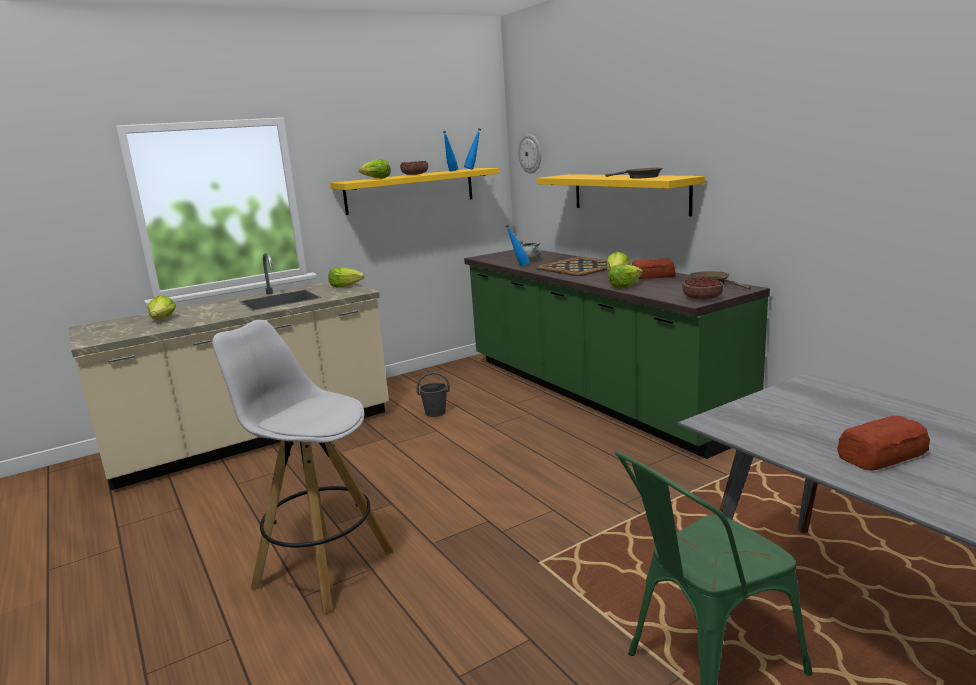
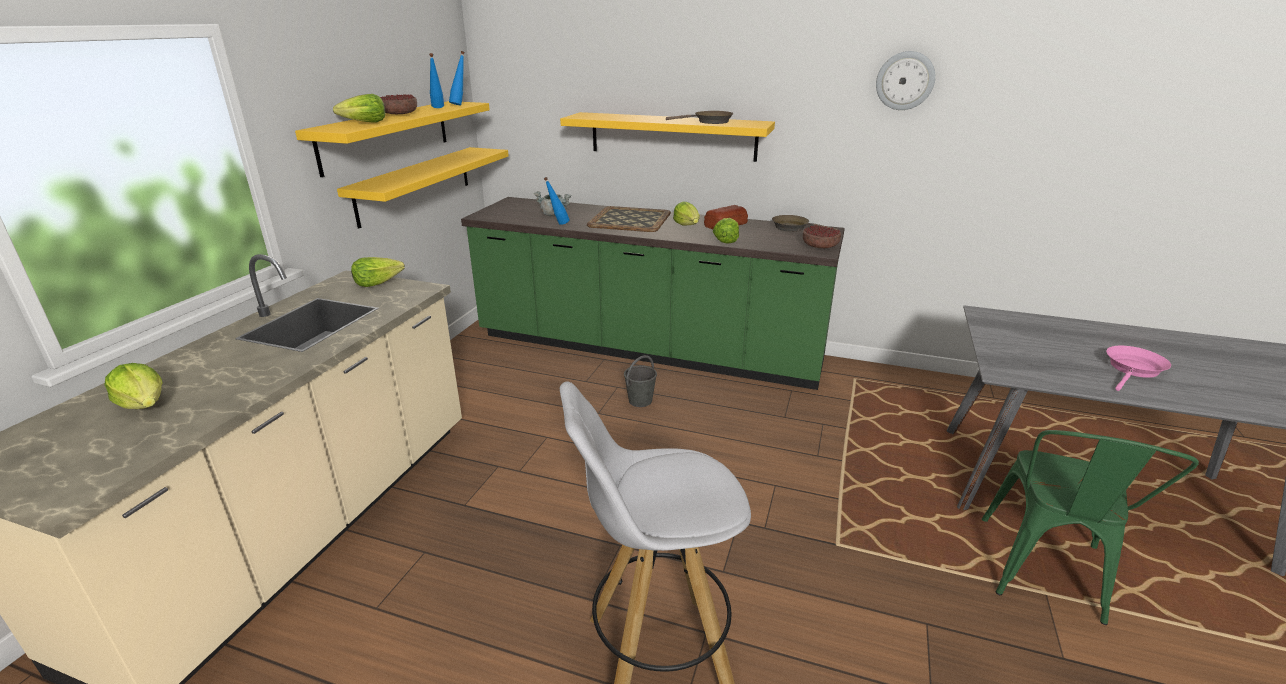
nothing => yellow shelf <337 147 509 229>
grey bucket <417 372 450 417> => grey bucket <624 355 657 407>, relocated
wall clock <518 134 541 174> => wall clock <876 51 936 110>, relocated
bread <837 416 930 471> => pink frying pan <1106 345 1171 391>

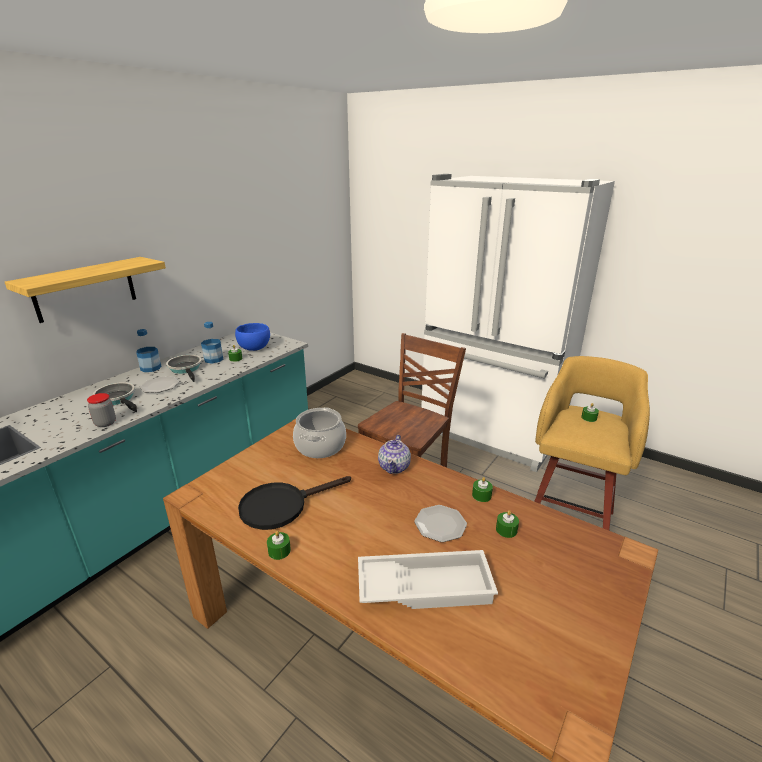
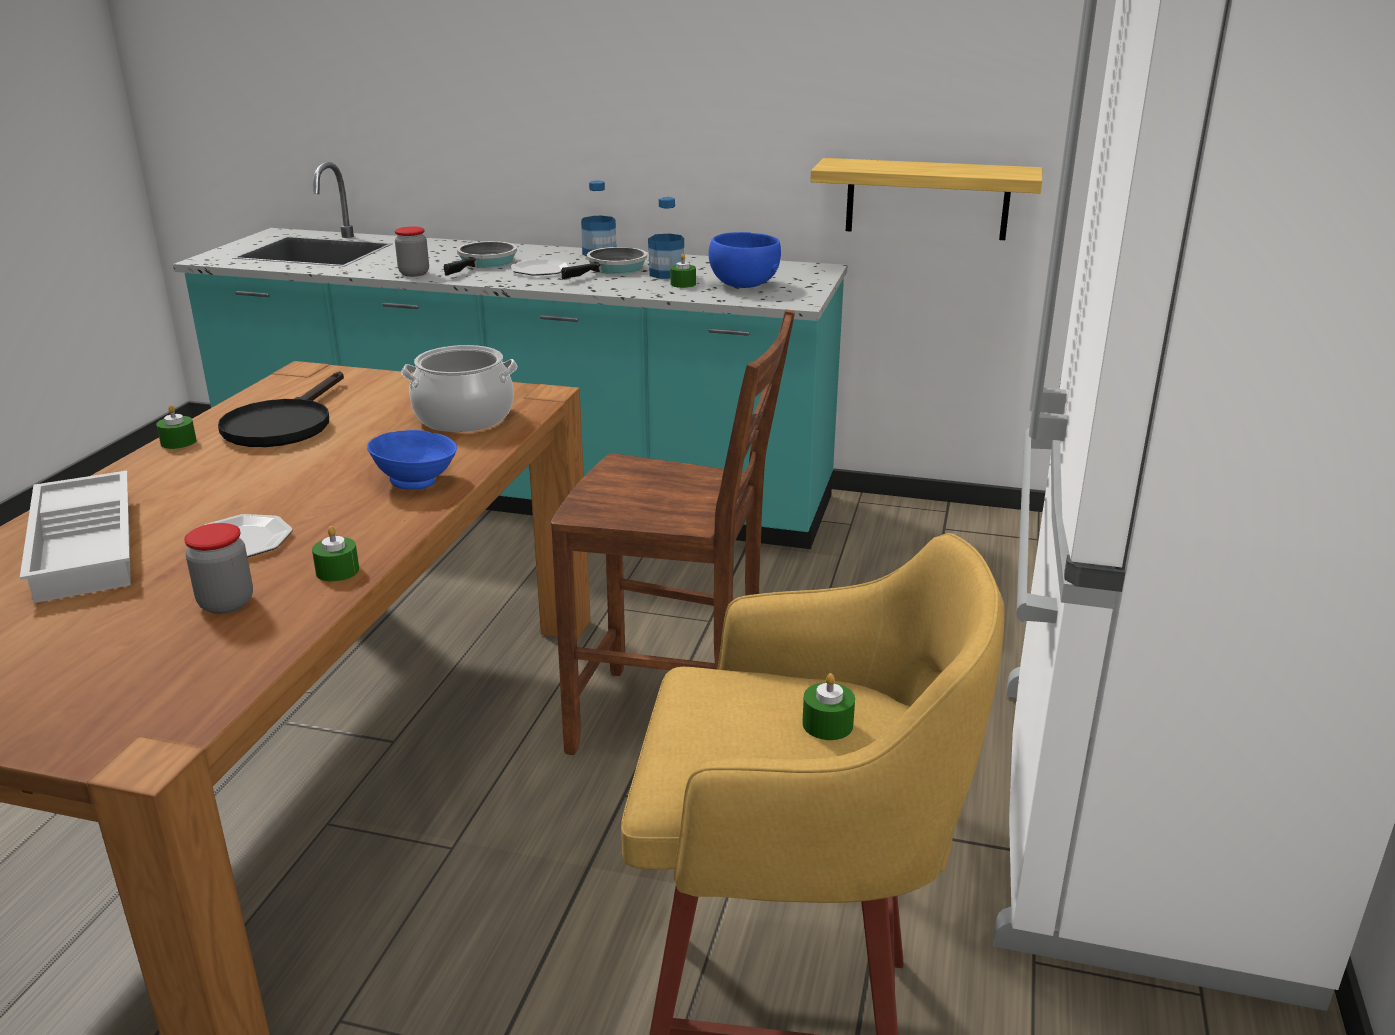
shelf <5 257 166 323> => shelf <810 158 1042 240>, relocated
teapot <378 435 411 474> => blue bowl <367 430 457 490>
green candle <496 510 519 538> => jar <184 523 253 614>
black frying pan <238 476 351 530> => black frying pan <218 371 344 447>, 120 degrees counterclockwise

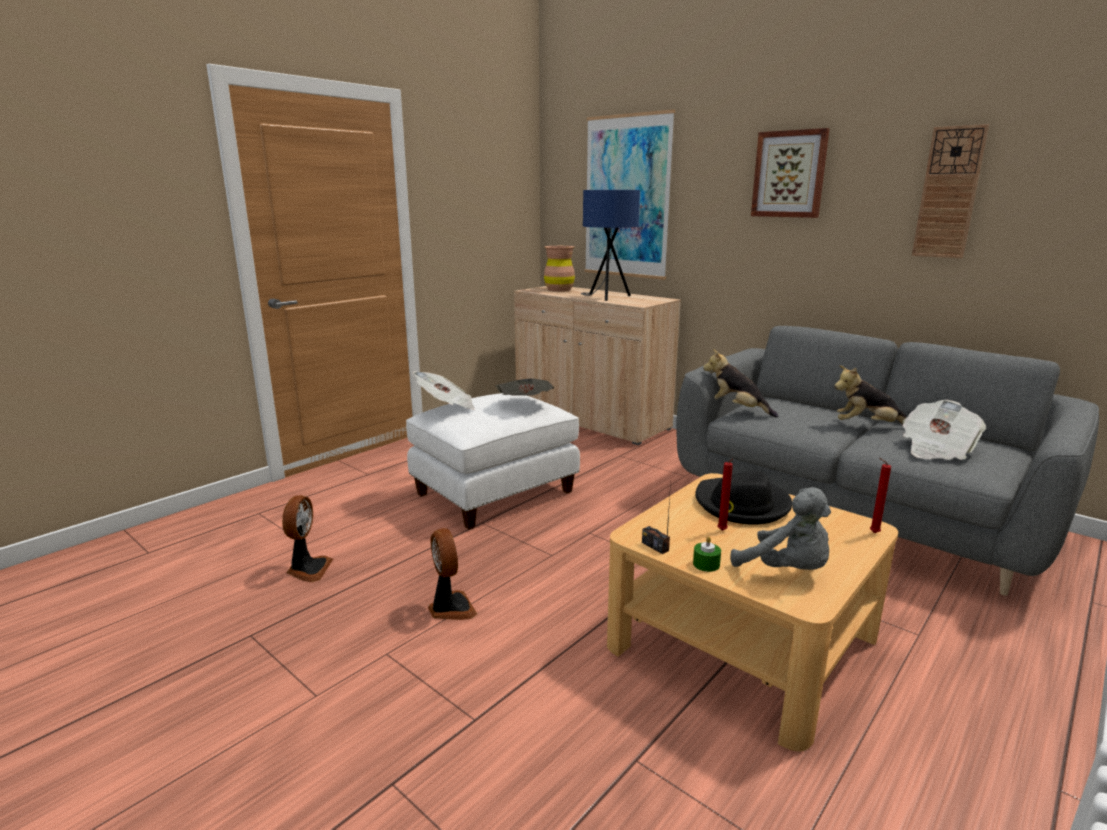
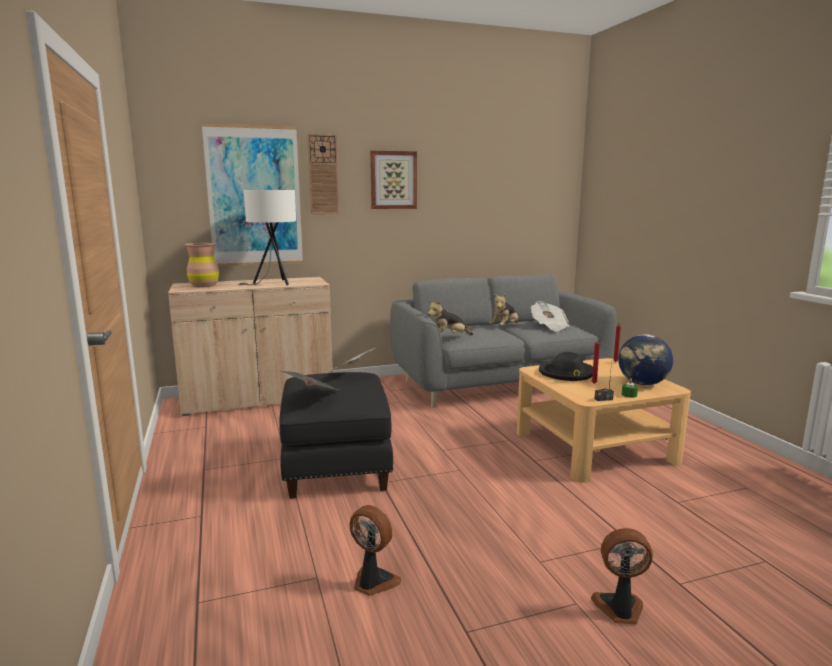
fan <428 528 477 620> => fan <591 528 653 624>, relocated
wall clock <912 124 989 258> => wall clock <307 133 339 214>, relocated
grey plush toy <730 487 831 570> => globe <618 334 673 385>
white ottoman <406 393 580 529> => black ottoman <279 372 393 499>
blue table lamp <581 190 640 301> => white table lamp <238 190 296 285>

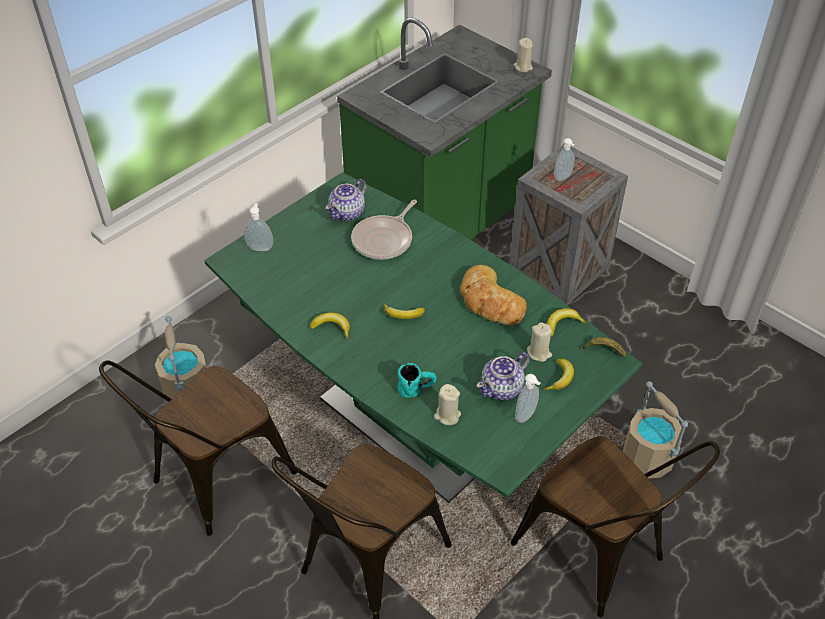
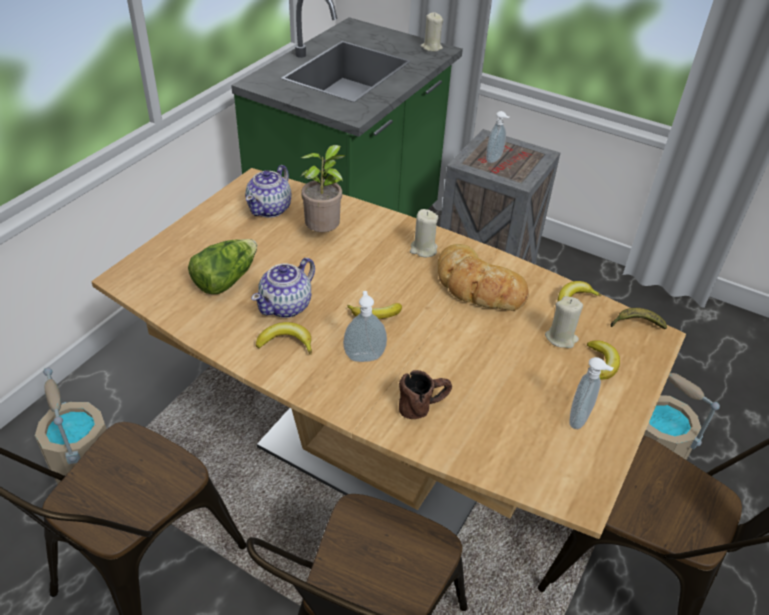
nothing => lettuce <188 239 257 294>
soap dispenser <244 203 273 251> => soap dispenser <343 291 387 362>, relocated
beige candle <434 384 461 425> => beige candle <410 209 439 257>, relocated
teapot <477 352 530 400> => teapot <251 258 315 318>, relocated
frying pan <351 200 417 260> => potted plant <301 145 346 232>
green dining table <204 172 642 503> => brown dining table <91 168 686 539>
turquoise mug <397 363 437 398> => brown mug <399 370 452 419>

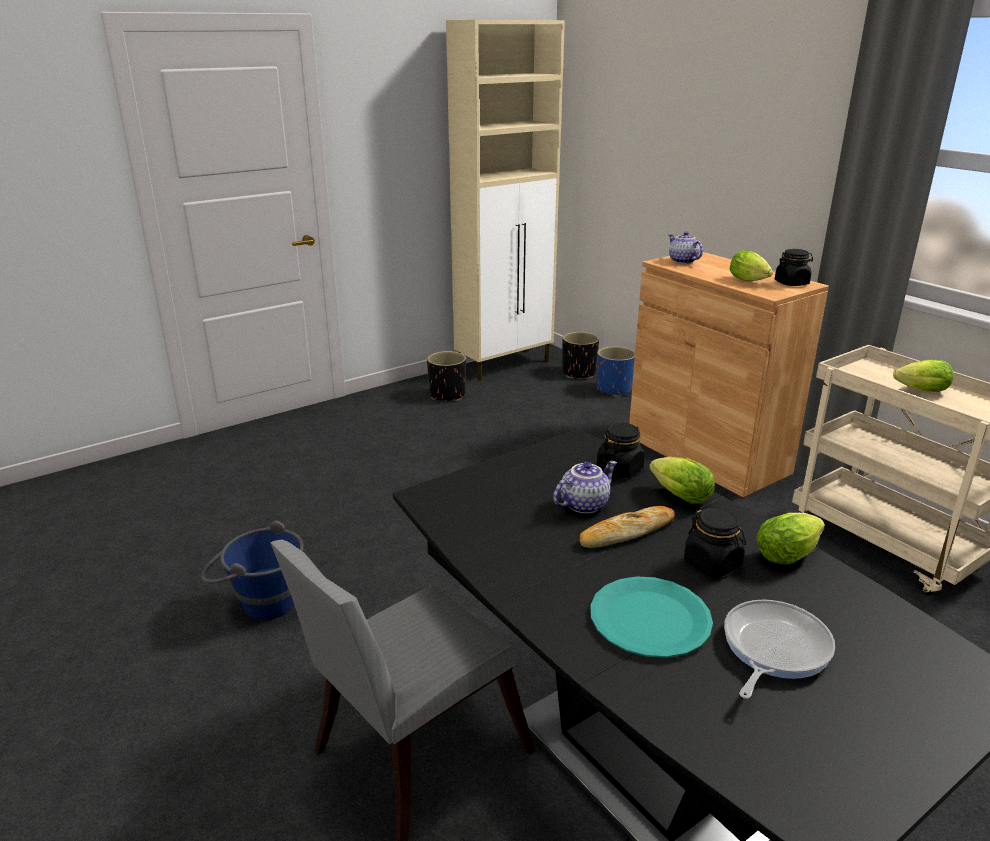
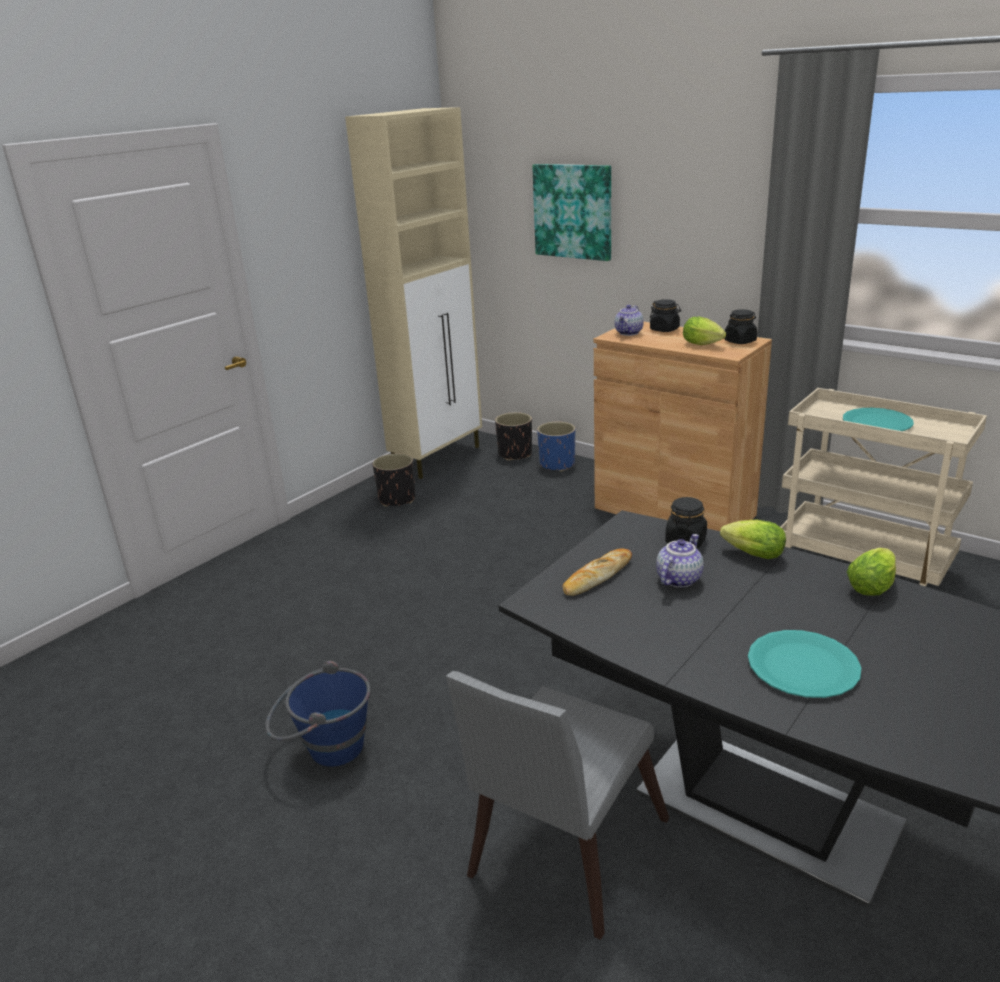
frying pan <724 599 835 699> => nothing
nothing => picture <532 164 611 261>
bread <580 506 675 548> => bread <562 548 632 596>, relocated
black jar <684 507 746 578> => black jar <650 299 681 332>, relocated
lettuce <893 360 954 392> => turquoise plate <843 408 914 431>
teapot <669 232 703 264> => teapot <614 305 644 336>, 105 degrees counterclockwise

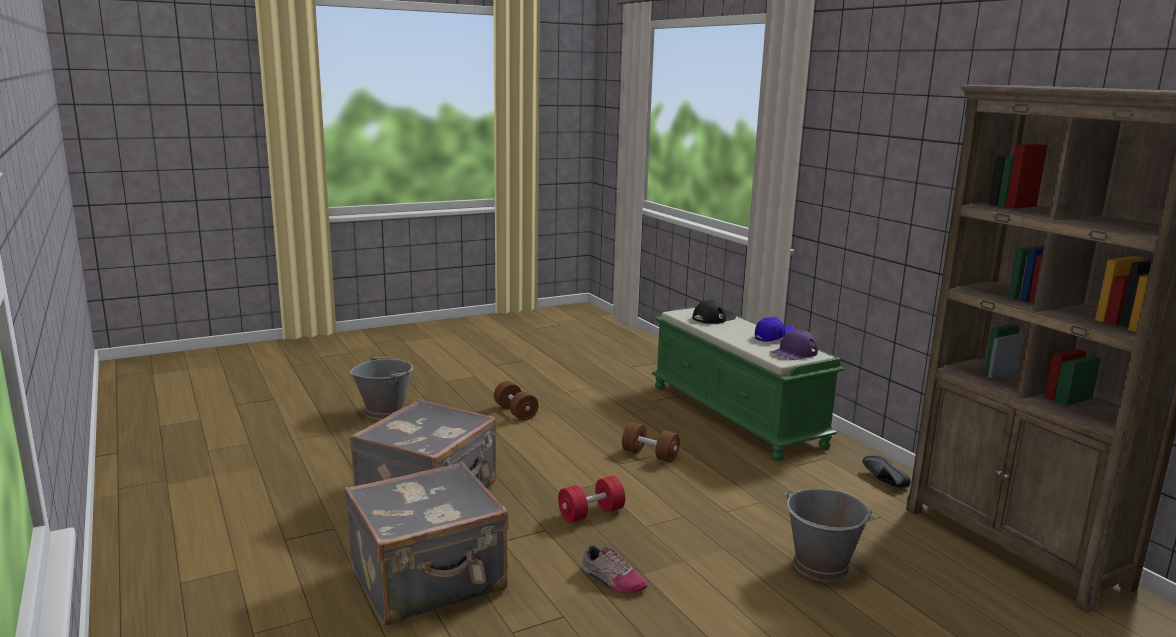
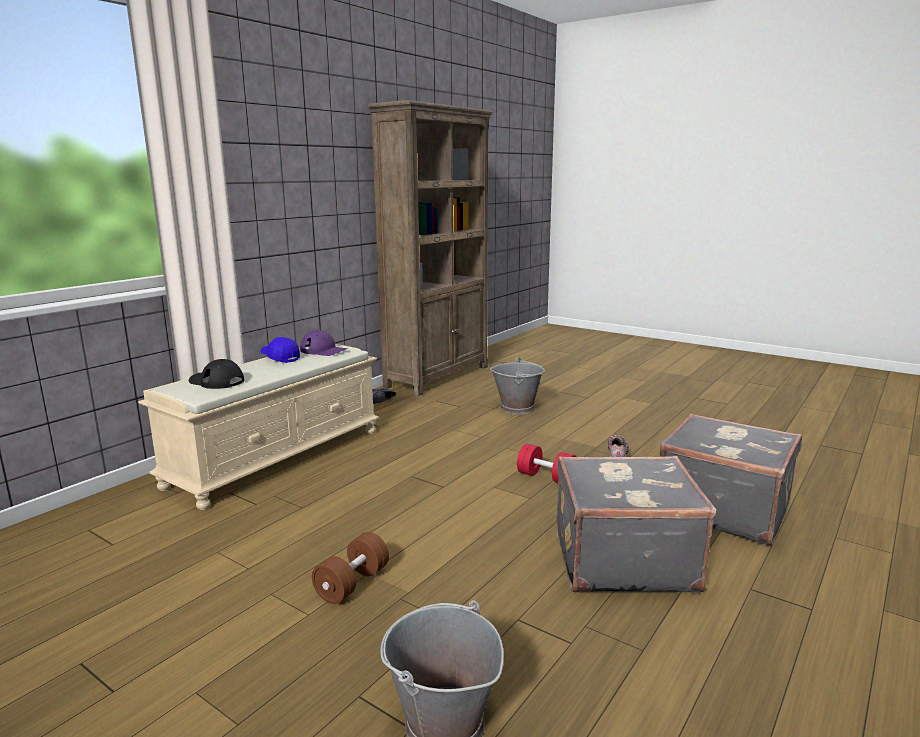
brown dumbbell <622 422 680 463> => nothing
green bench <652 307 845 461> => beige bench <138 344 380 510>

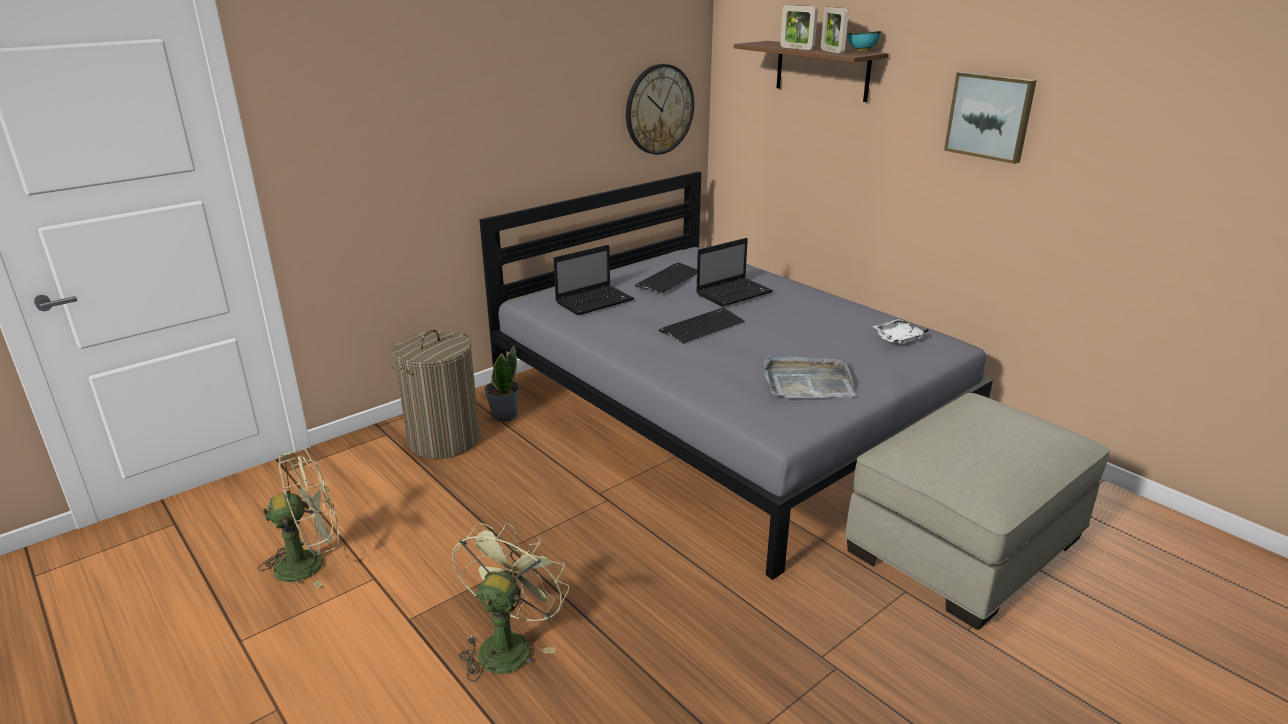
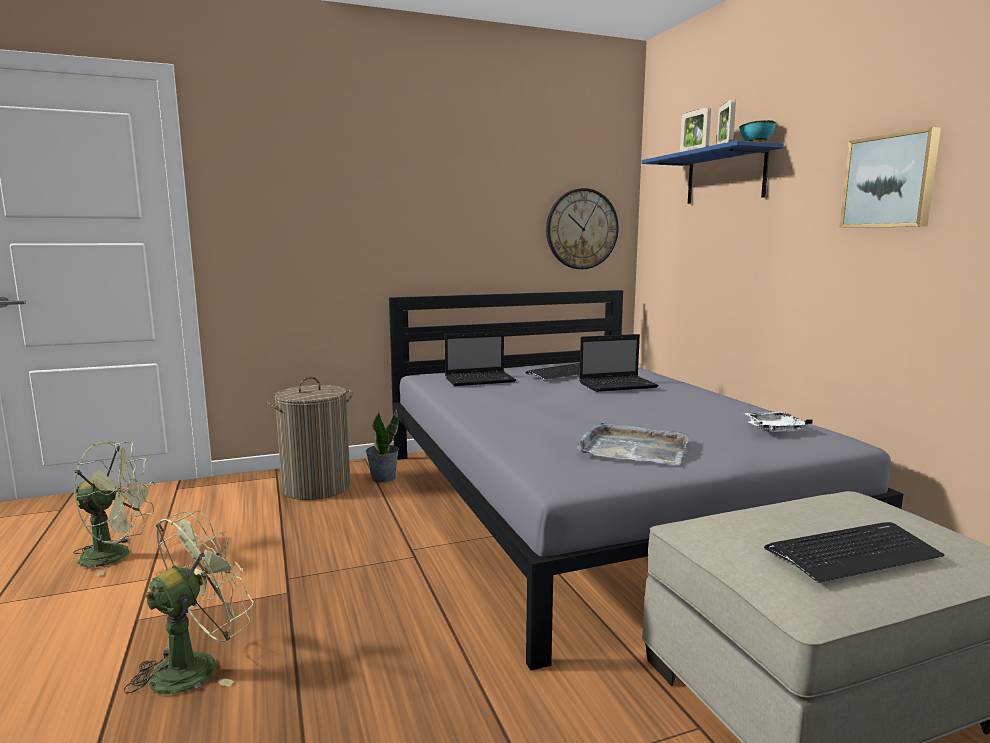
keyboard <659 308 745 343> => keyboard <764 522 945 583>, relocated
brown shelf <734 41 888 102> => blue shelf <642 140 784 204>

